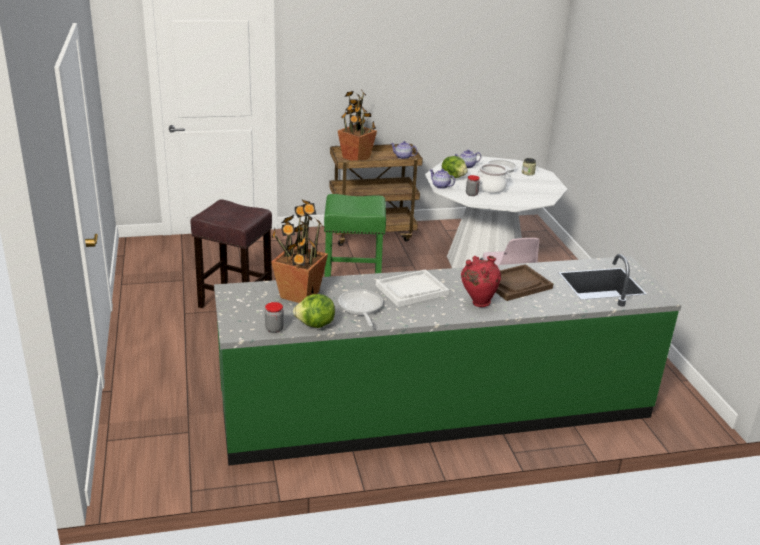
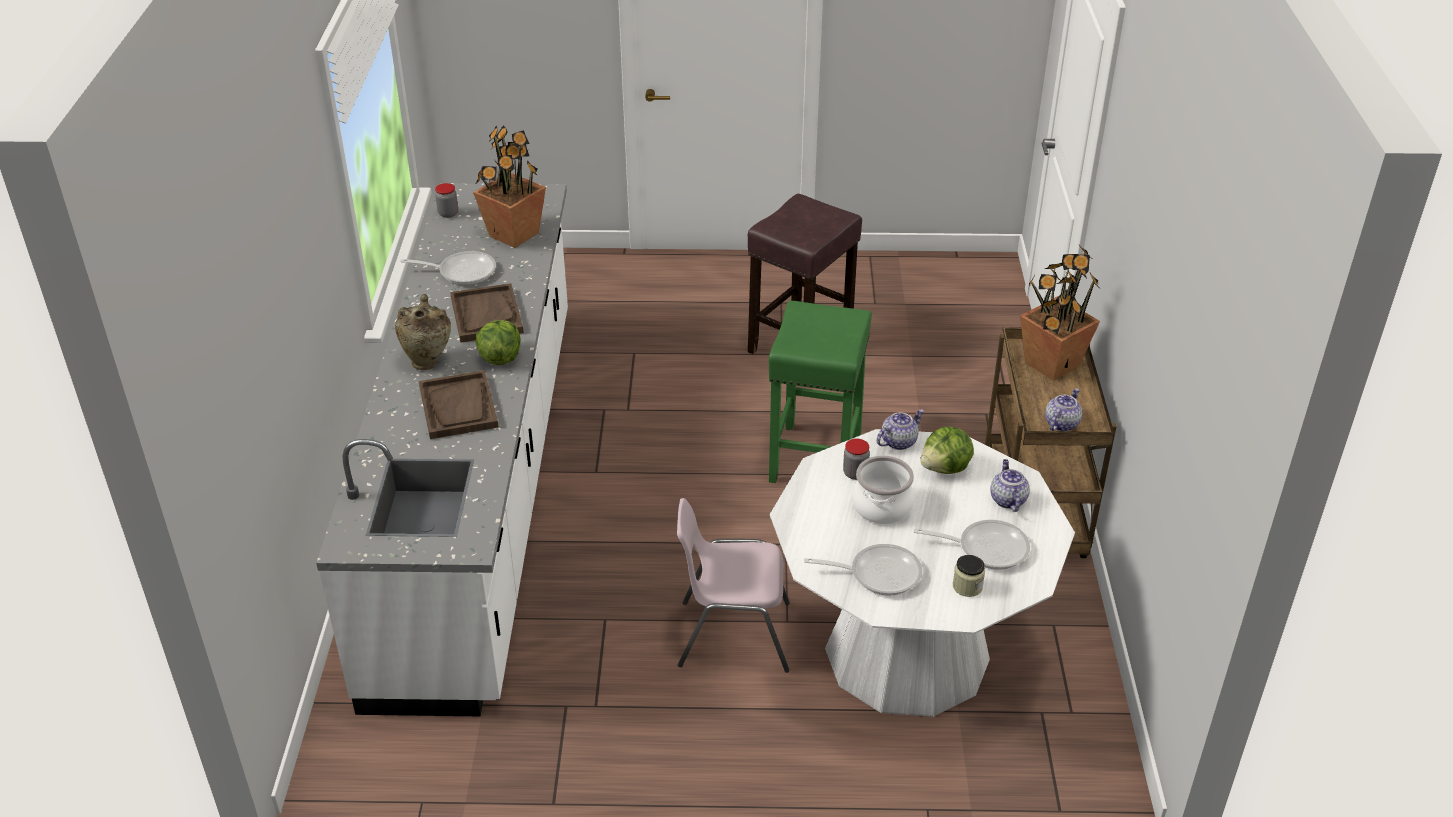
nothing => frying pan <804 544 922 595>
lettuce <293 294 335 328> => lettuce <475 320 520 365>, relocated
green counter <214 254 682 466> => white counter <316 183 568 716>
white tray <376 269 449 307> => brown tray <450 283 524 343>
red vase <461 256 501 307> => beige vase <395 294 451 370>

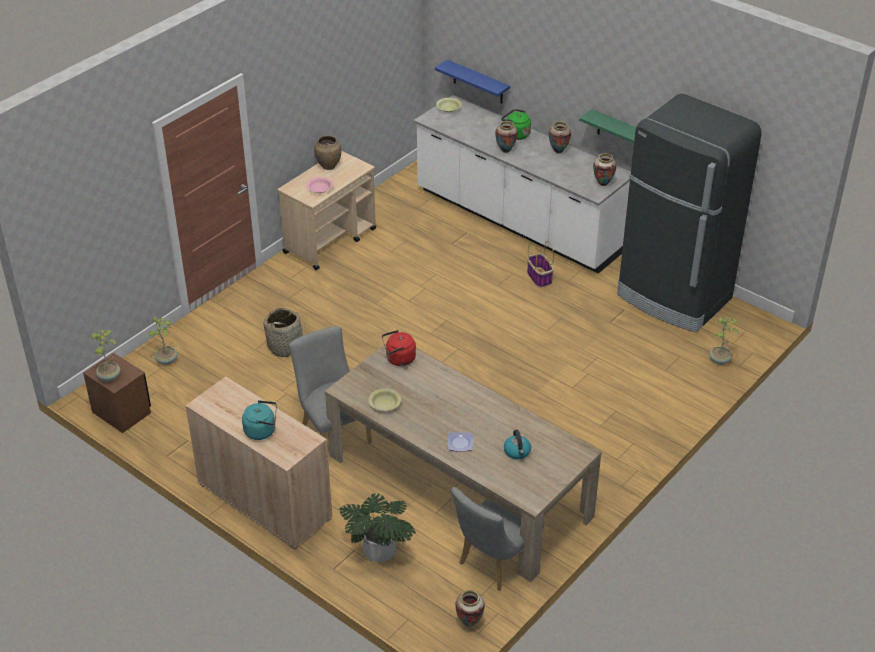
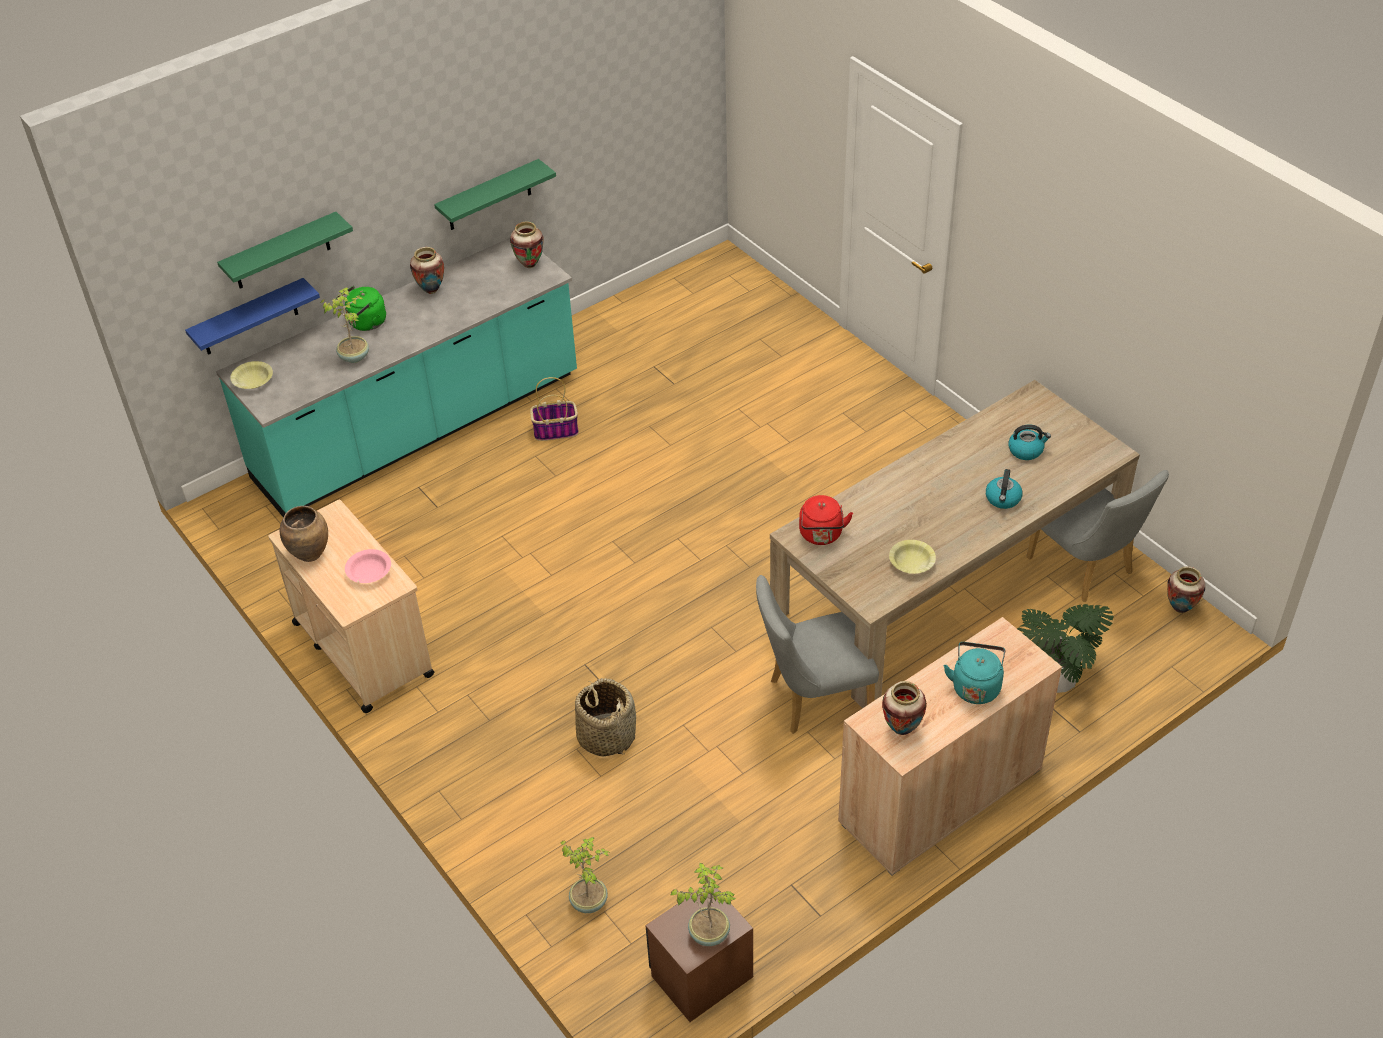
black fridge <617 94 762 332> => nothing
nothing => green shelf <217 212 353 289>
vase <495 121 518 153> => vase <882 681 927 735>, relocated
potted plant <710 317 739 365> => potted plant <320 287 369 363>, relocated
plate <447 432 474 452> => kettle <986 469 1023 509>
white counter <414 95 631 274> => turquoise counter <216 237 577 517>

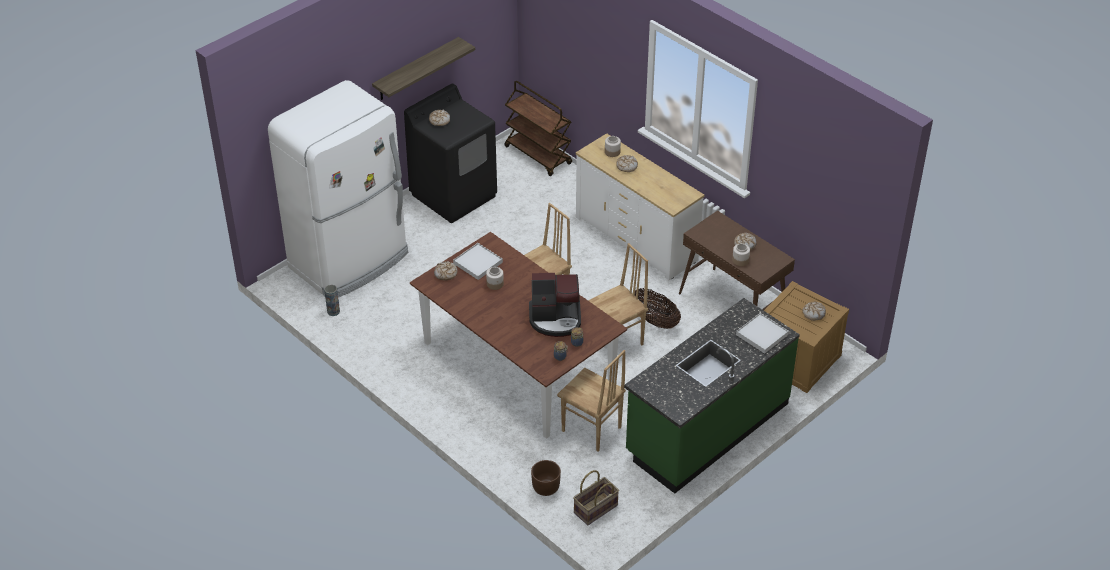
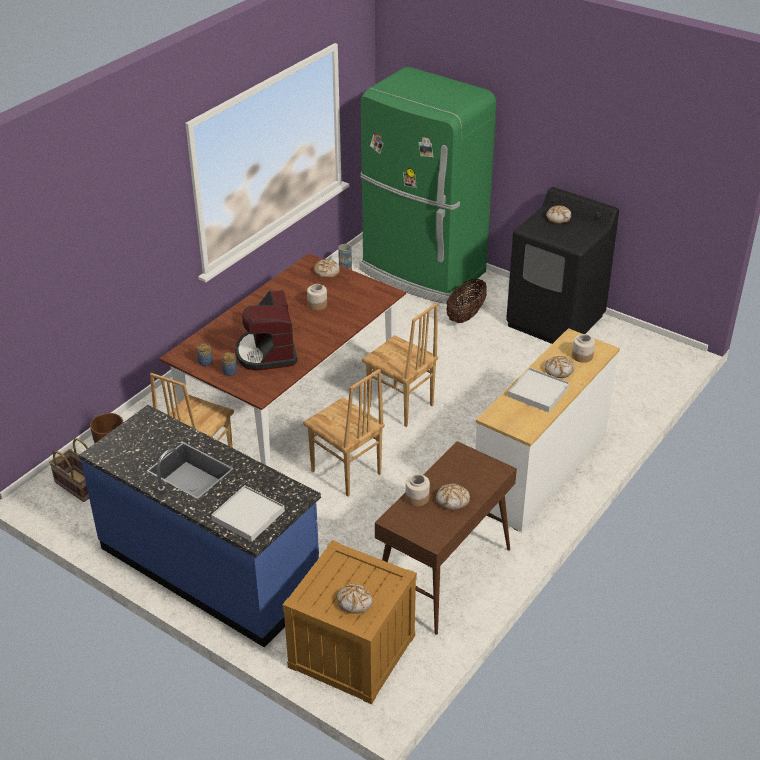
shelf <372 37 475 100> => nothing
brown cart <504 81 572 176> => nothing
white tray <453 243 503 280> => white tray <508 368 570 412>, relocated
basket <635 288 681 329> => basket <446 278 487 323>, relocated
white fridge <268 80 408 297> => green fridge <359 67 496 304>
green counter <624 298 800 493> => blue counter <79 405 321 648>

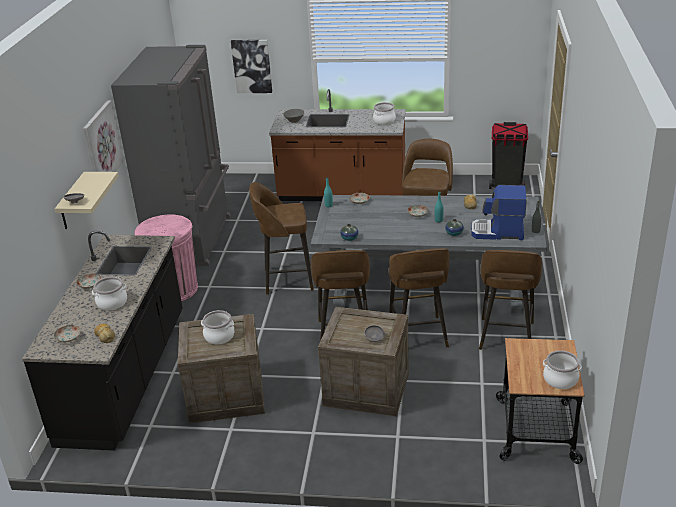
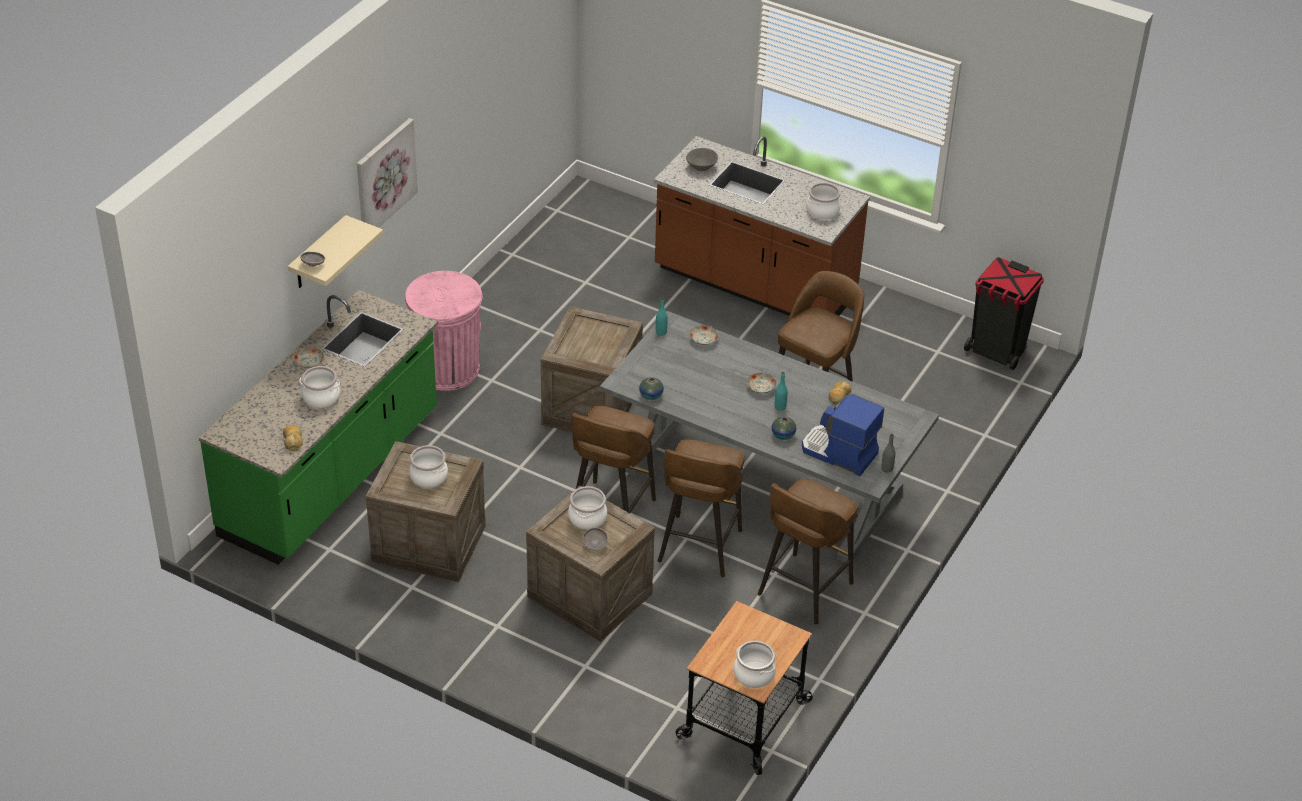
plate <53 325 81 342> => nothing
grey fridge <111 45 231 266> => nothing
picture <231 40 272 93> => nothing
nothing => cooking pot <568 486 607 530>
brown stool <249 182 314 295> => crate <541 306 643 432>
black counter <22 231 183 451> => green counter <199 290 438 565>

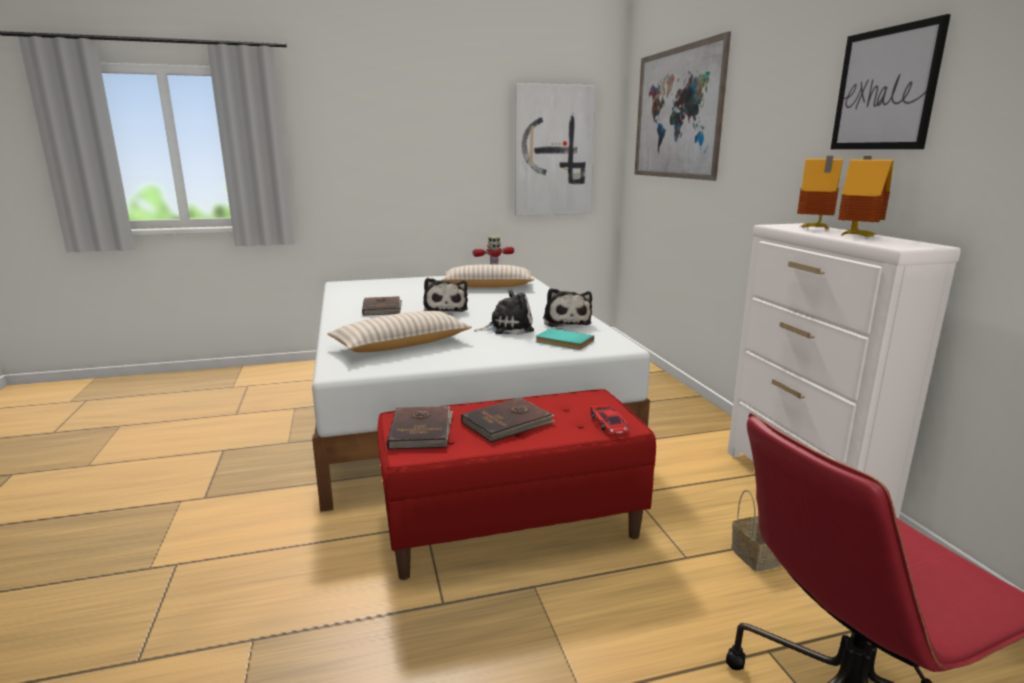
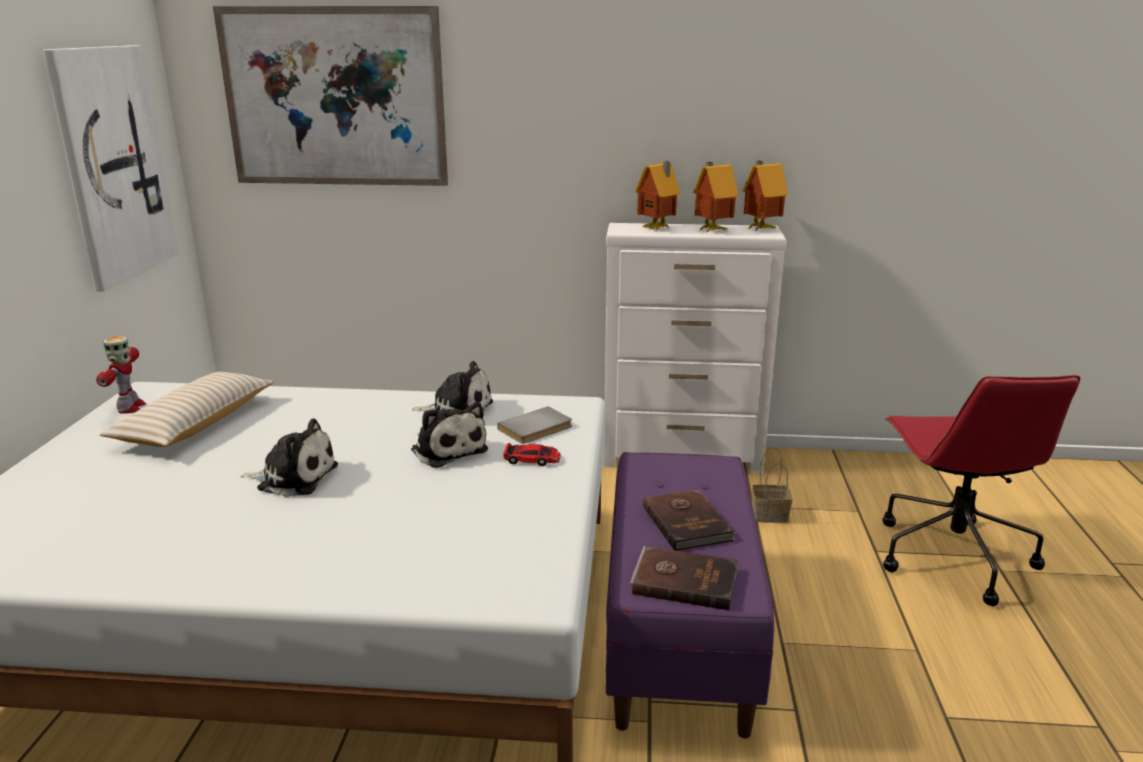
beige pillow <327 311 472 352> => nothing
brown book <362 296 402 316> => nothing
picture <831 14 951 149> => nothing
nothing => toy house <743 161 788 232>
toy car <590 405 630 434> => toy car <503 443 561 466>, relocated
red bench <378 389 656 580> => purple bench <606 452 774 738>
turquoise book <536 328 594 350> => grey book <497 406 572 444>
plush toy <474 291 534 335> => plush toy <411 402 488 468>, 135 degrees clockwise

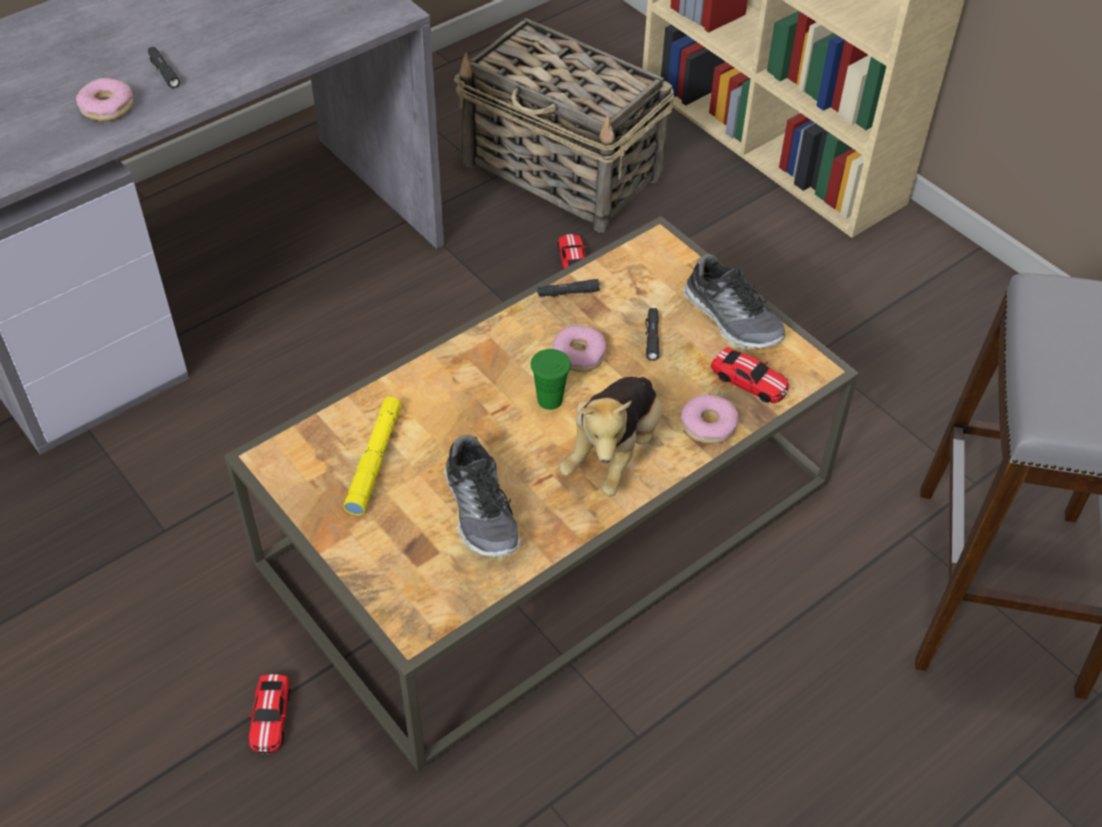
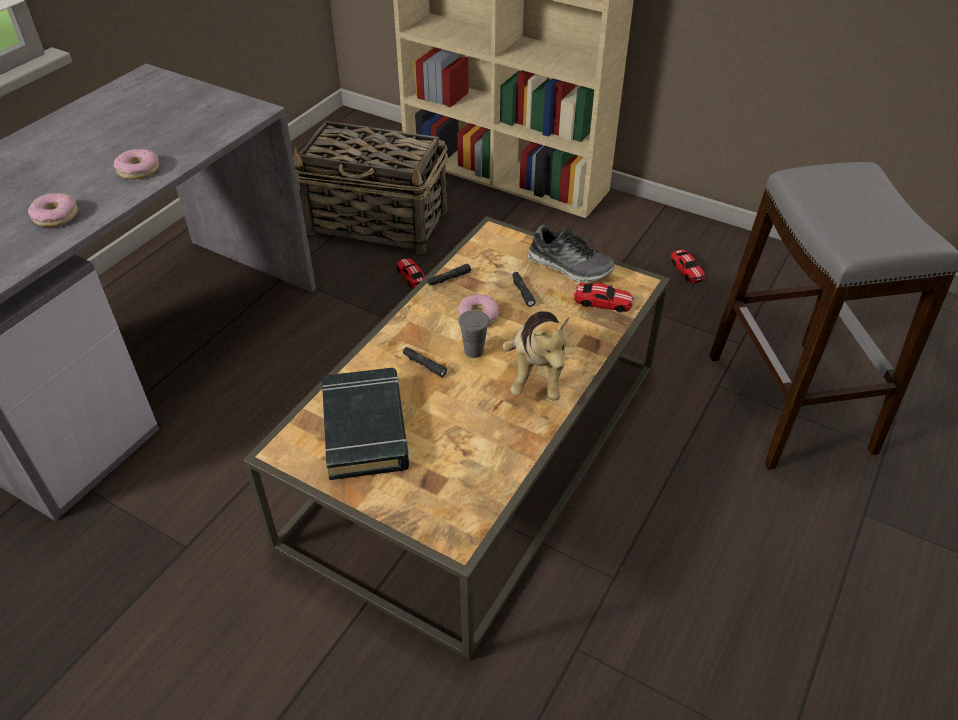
shoe <444 435 520 557> => nothing
black flashlight <148 47 180 89> => black flashlight <403 347 447 377>, relocated
toy car <248 674 290 754> => toy car <671 250 705 284>, relocated
donut <681 394 739 444> => donut <114 149 159 180>, relocated
yellow flashlight <344 397 402 515> => black book <322 368 409 480>
green cup <531 349 571 410> => grey cup <458 310 489 358>

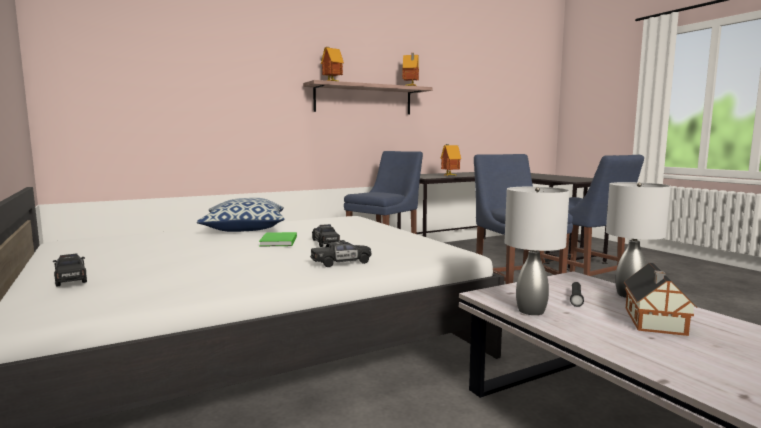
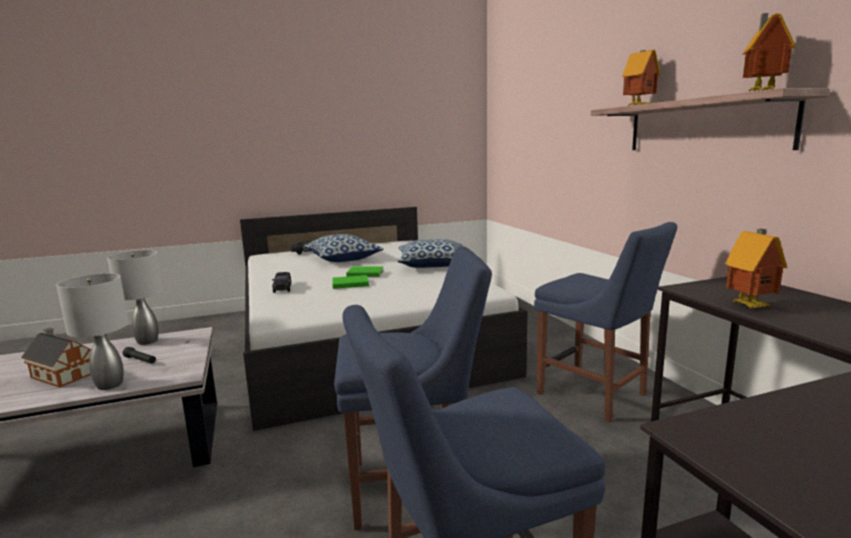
nothing => pillow <304 234 384 262>
black toy car <312 224 340 247> => green book <333 275 369 289>

